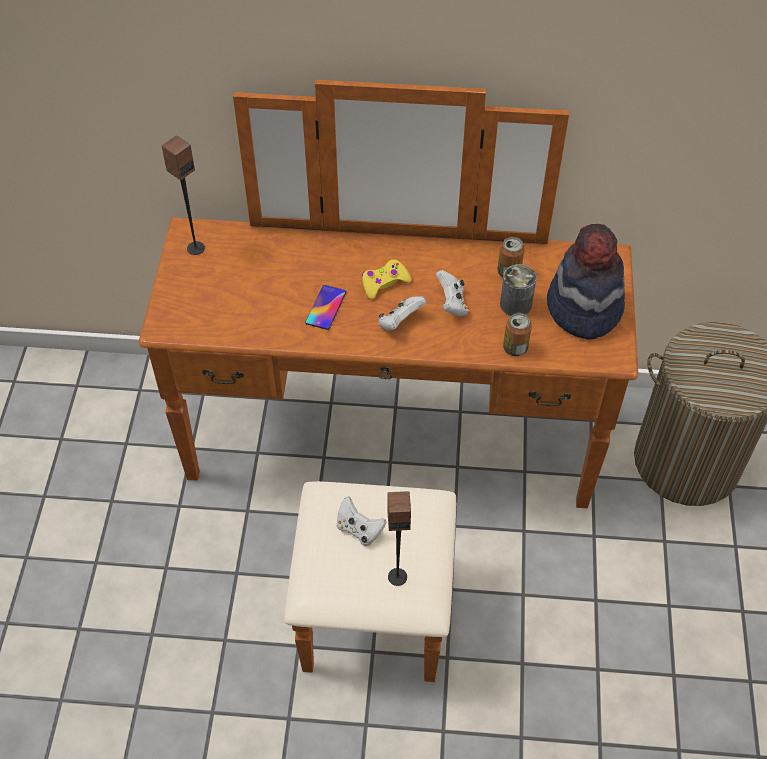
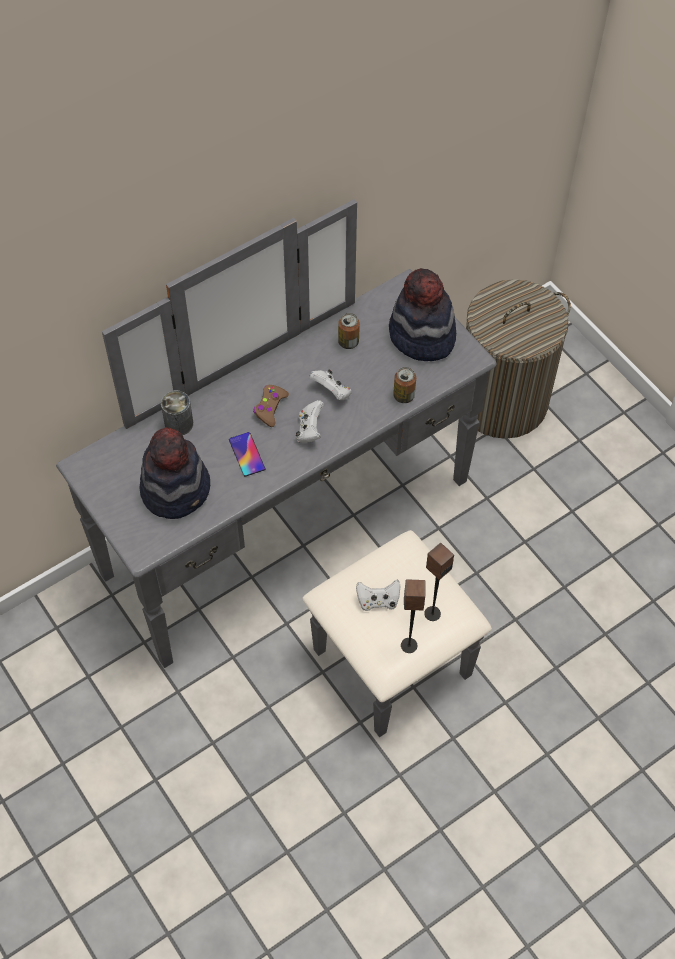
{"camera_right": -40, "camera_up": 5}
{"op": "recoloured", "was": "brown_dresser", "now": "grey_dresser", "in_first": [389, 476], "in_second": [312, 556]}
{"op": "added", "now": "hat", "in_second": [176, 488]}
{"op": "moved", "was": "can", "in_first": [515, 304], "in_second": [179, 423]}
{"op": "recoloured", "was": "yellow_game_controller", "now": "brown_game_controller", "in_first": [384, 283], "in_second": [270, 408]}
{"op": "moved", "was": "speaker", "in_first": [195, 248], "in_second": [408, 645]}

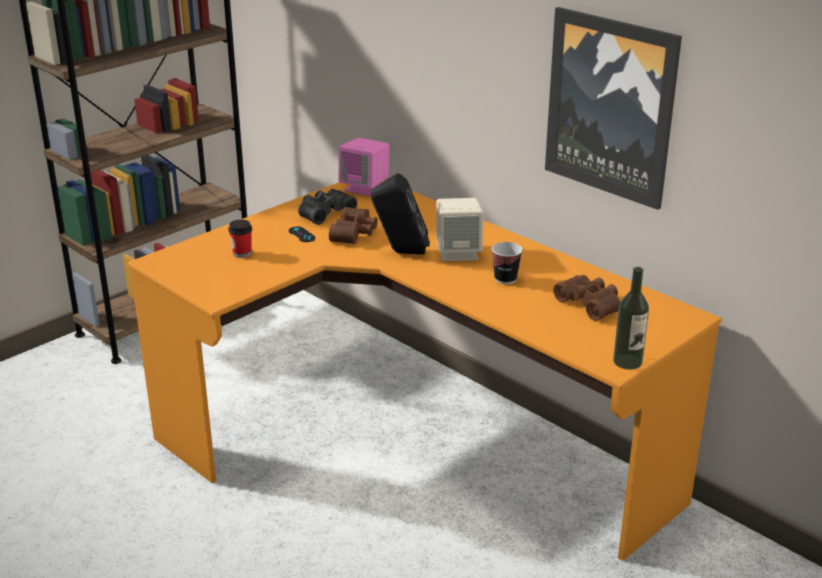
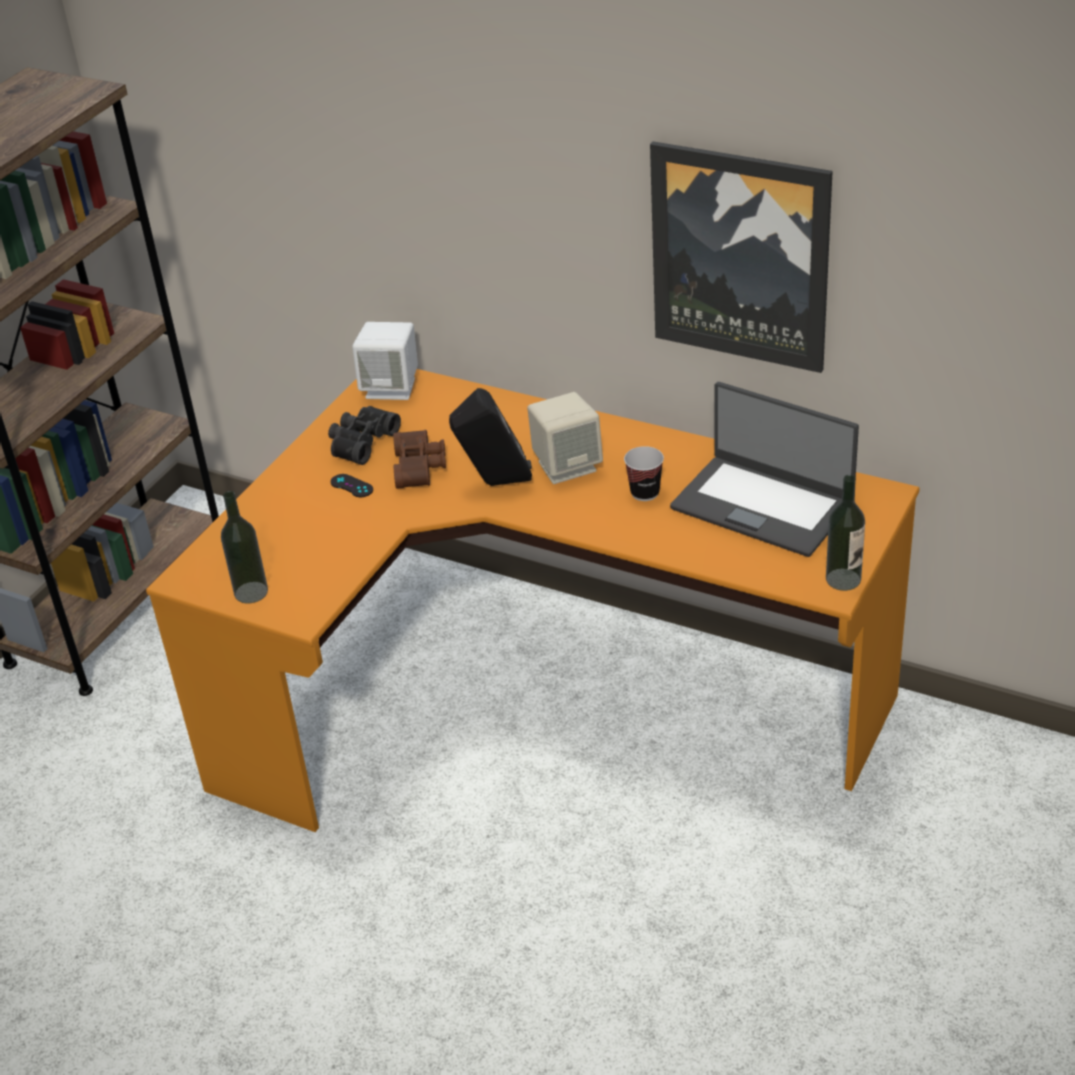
{"camera_right": -15, "camera_up": 10}
{"op": "added", "now": "bottle", "in_second": [251, 592]}
{"op": "recoloured", "was": "pink_speaker", "now": "white_speaker", "in_first": [365, 188], "in_second": [391, 388]}
{"op": "replaced", "was": "brown_binoculars", "now": "laptop", "in_first": [590, 304], "in_second": [763, 505]}
{"op": "removed", "was": "cup", "in_first": [242, 253]}

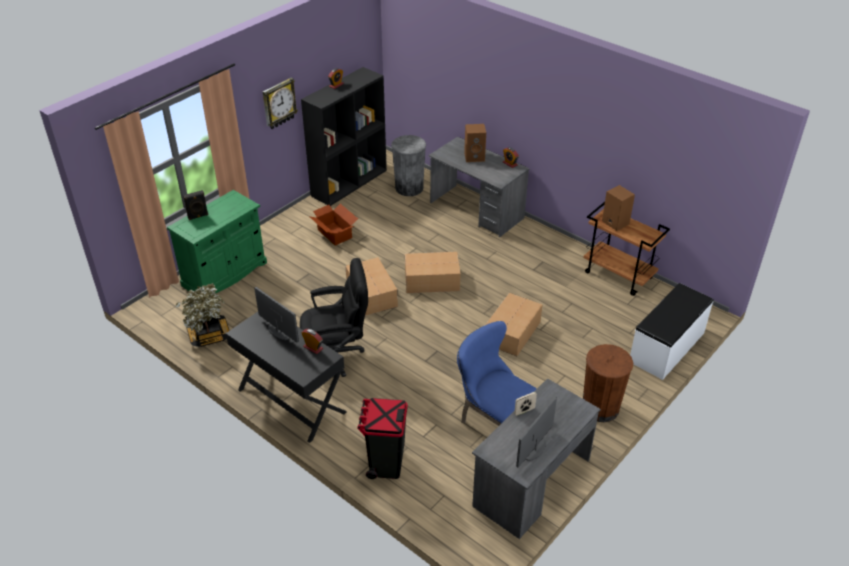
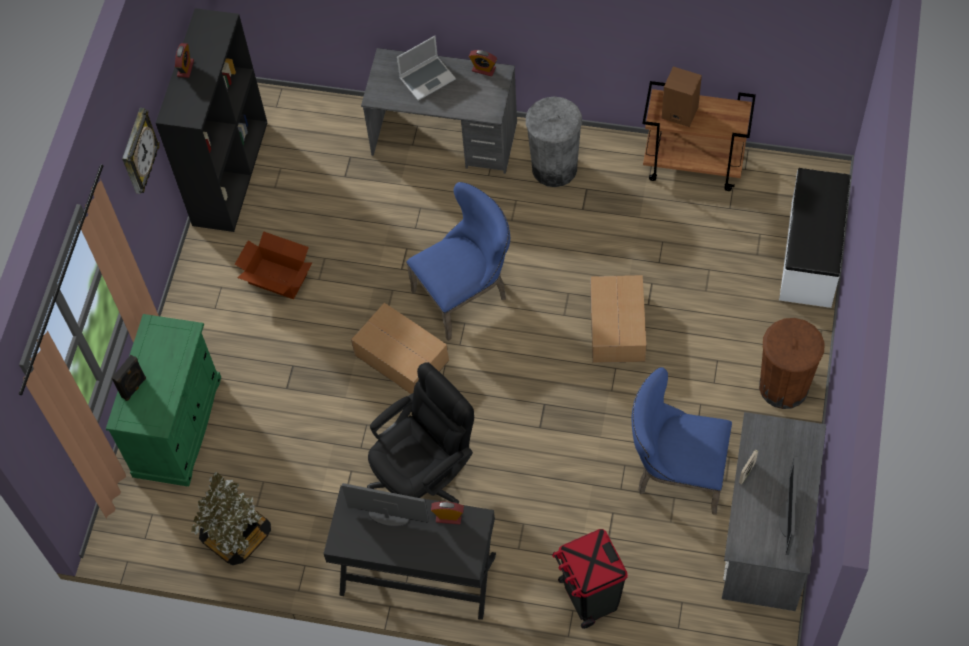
{"camera_right": -25, "camera_up": 20}
{"op": "replaced", "was": "brown_speaker", "now": "laptop", "in_first": [475, 157], "in_second": [427, 78]}
{"op": "replaced", "was": "cardboard_box", "now": "blue_chair", "in_first": [433, 280], "in_second": [465, 294]}
{"op": "moved", "was": "grey_trash_can", "in_first": [409, 188], "in_second": [554, 168]}

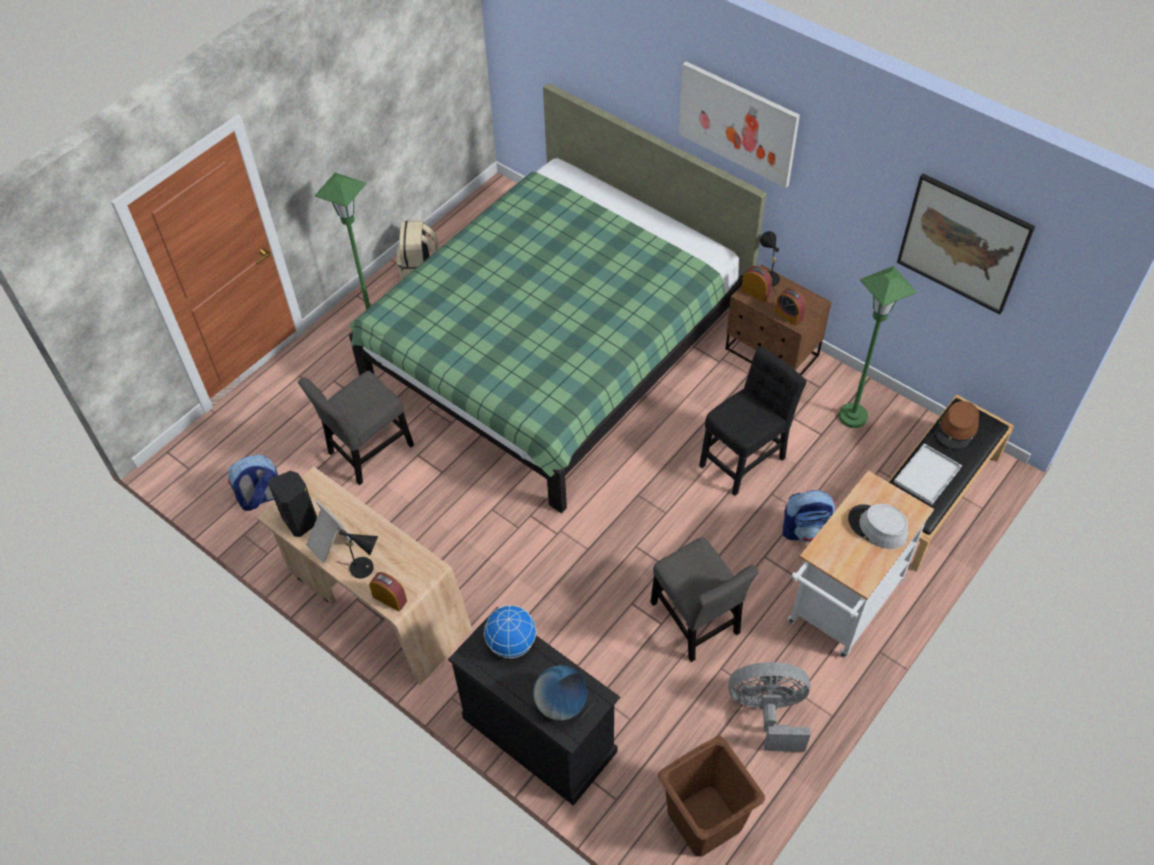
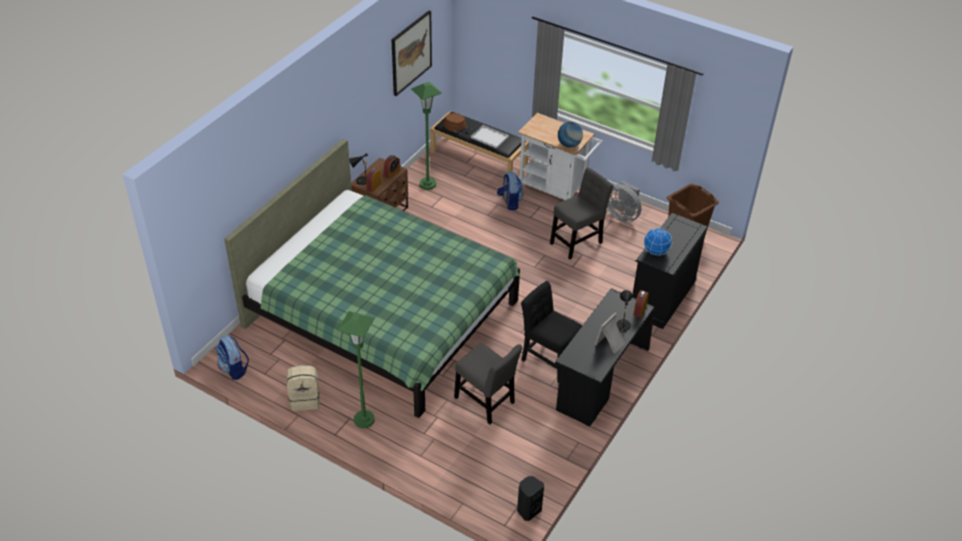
{"camera_right": -100, "camera_up": -10}
{"op": "moved", "was": "backpack", "in_first": [261, 498], "in_second": [234, 369]}
{"op": "moved", "was": "black_speaker", "in_first": [301, 521], "in_second": [528, 510]}
{"op": "moved", "was": "black_chair", "in_first": [745, 458], "in_second": [548, 360]}
{"op": "recoloured", "was": "beige_desk", "now": "black_desk", "in_first": [375, 603], "in_second": [601, 379]}
{"op": "moved", "was": "globe", "in_first": [561, 704], "in_second": [569, 144]}
{"op": "turned", "was": "grey_fan", "in_first": [768, 712], "in_second": [622, 215], "clockwise": -45}
{"op": "removed", "was": "picture", "in_first": [737, 123]}
{"op": "removed", "was": "grey_hat", "in_first": [877, 527]}

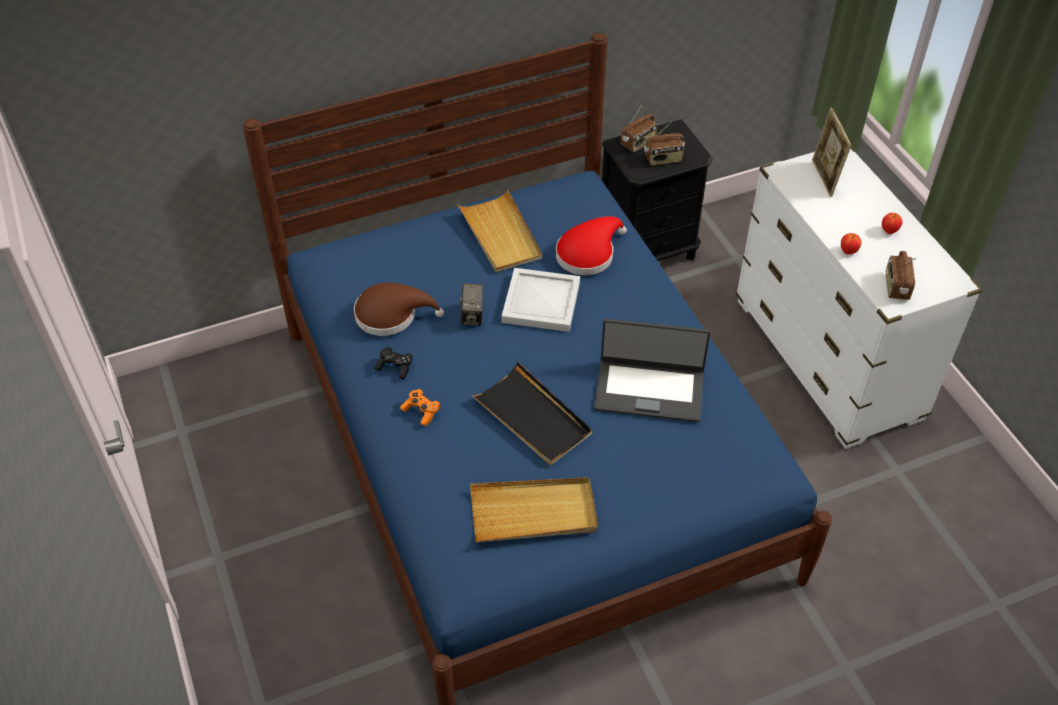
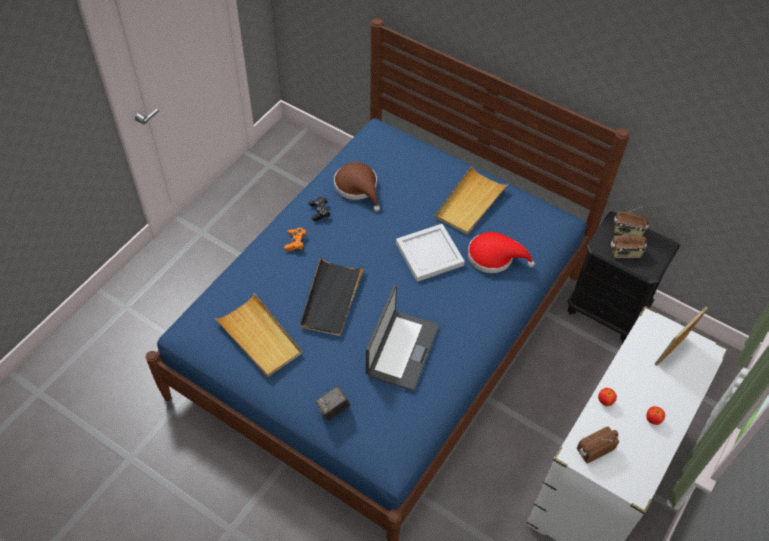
{"camera_right": 55, "camera_up": 5}
{"op": "moved", "was": "photo_camera", "in_first": [472, 316], "in_second": [333, 410]}
{"op": "turned", "was": "laptop", "in_first": [649, 390], "in_second": [401, 350], "clockwise": -135}
{"op": "turned", "was": "radio", "in_first": [663, 159], "in_second": [625, 253], "clockwise": -45}

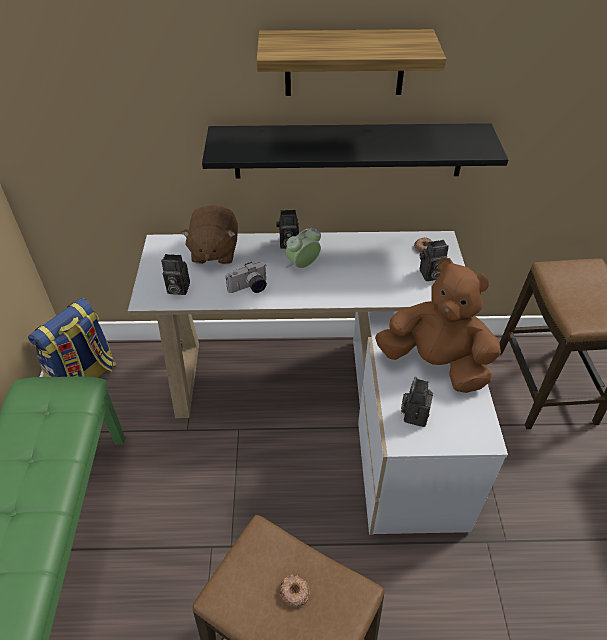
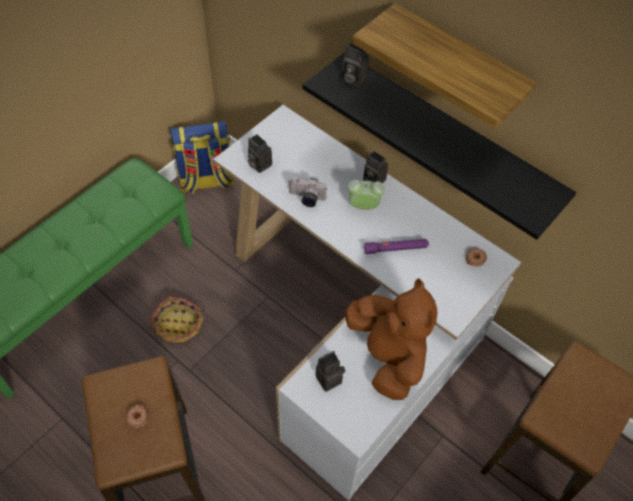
{"camera_right": 40, "camera_up": 10}
{"op": "added", "now": "basket", "in_second": [179, 325]}
{"op": "moved", "was": "photo_camera", "in_first": [430, 275], "in_second": [352, 78]}
{"op": "added", "now": "purple_flashlight", "in_second": [395, 249]}
{"op": "removed", "was": "brown_plush_toy", "in_first": [214, 251]}

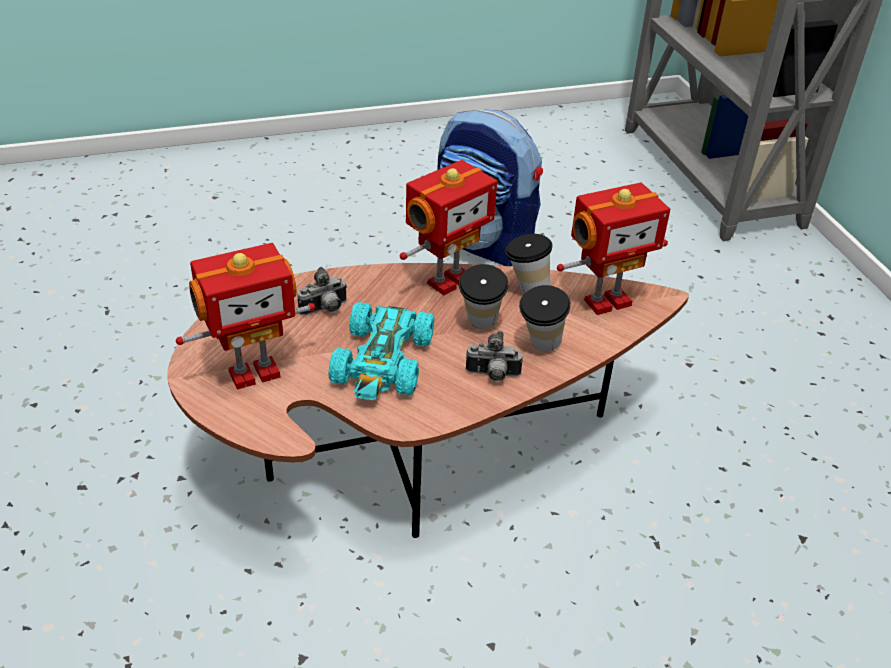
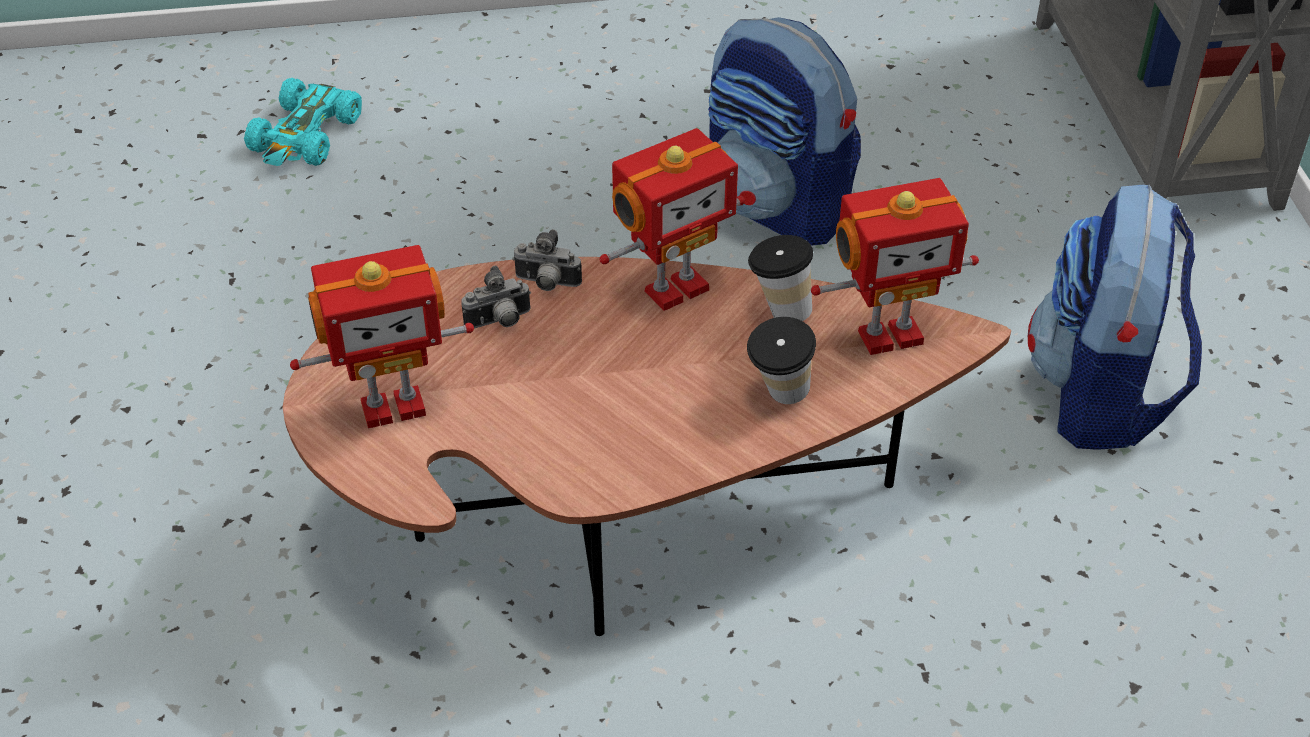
{"camera_right": 10, "camera_up": 5}
{"op": "moved", "was": "turquoise_toy_car", "in_first": [383, 362], "in_second": [306, 136]}
{"op": "moved", "was": "photo_camera", "in_first": [492, 376], "in_second": [546, 284]}
{"op": "added", "now": "backpack", "in_second": [1101, 395]}
{"op": "removed", "was": "cup", "in_first": [480, 326]}

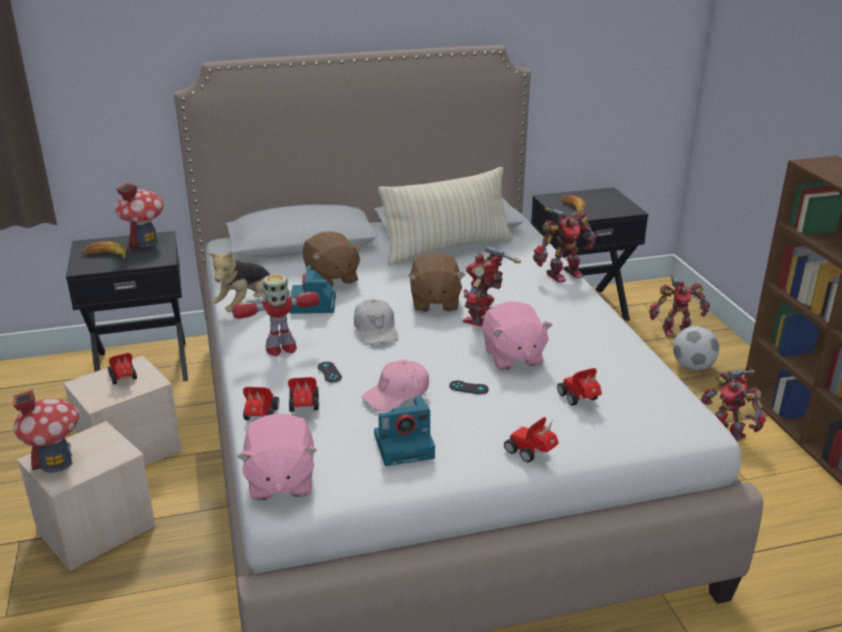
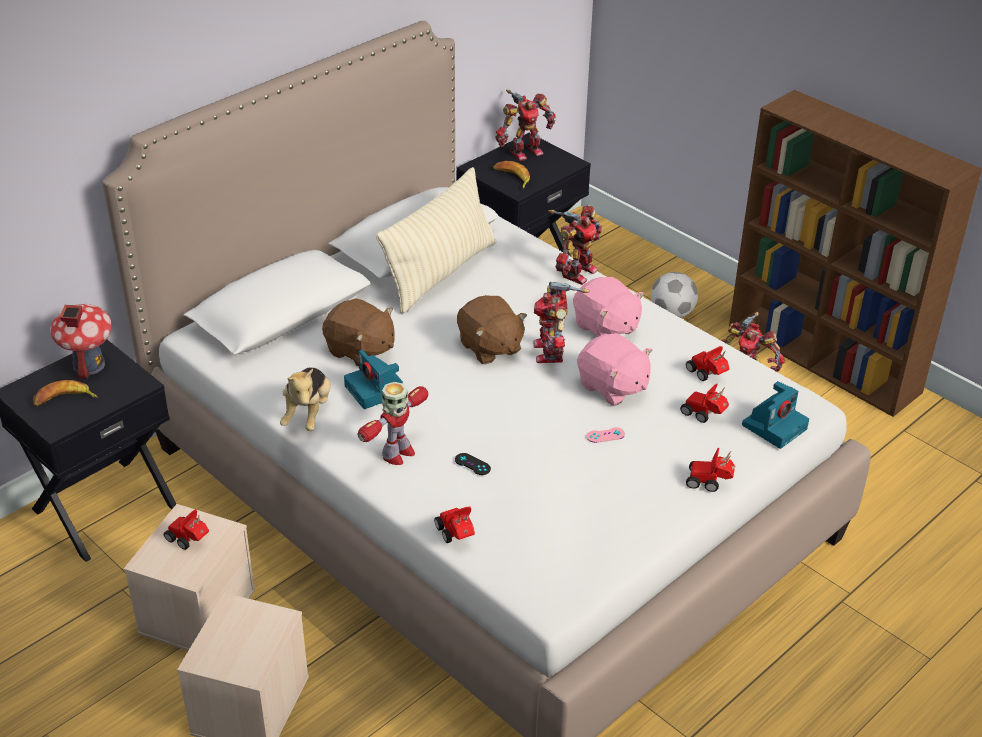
{"camera_right": -30, "camera_up": 10}
{"op": "moved", "was": "toy_robot", "in_first": [675, 330], "in_second": [524, 151]}
{"op": "moved", "was": "pink_plush_toy", "in_first": [280, 481], "in_second": [606, 328]}
{"op": "recoloured", "was": "black_game_controller", "now": "pink_game_controller", "in_first": [468, 388], "in_second": [605, 435]}
{"op": "moved", "was": "toy_car", "in_first": [304, 408], "in_second": [708, 374]}
{"op": "moved", "was": "photo_camera", "in_first": [405, 445], "in_second": [774, 426]}
{"op": "removed", "was": "toy_house", "in_first": [56, 462]}
{"op": "removed", "was": "white_cap", "in_first": [376, 330]}
{"op": "removed", "was": "pink_cap", "in_first": [396, 394]}

